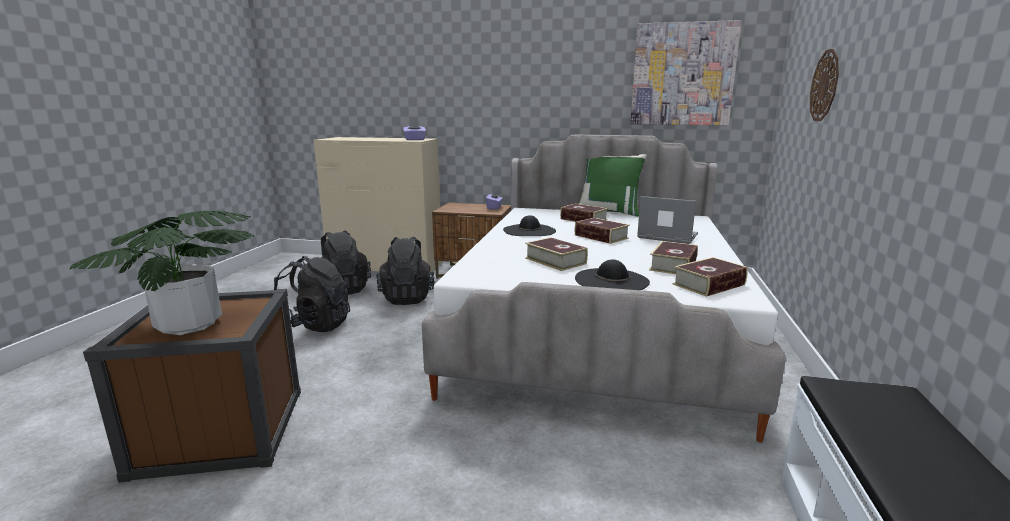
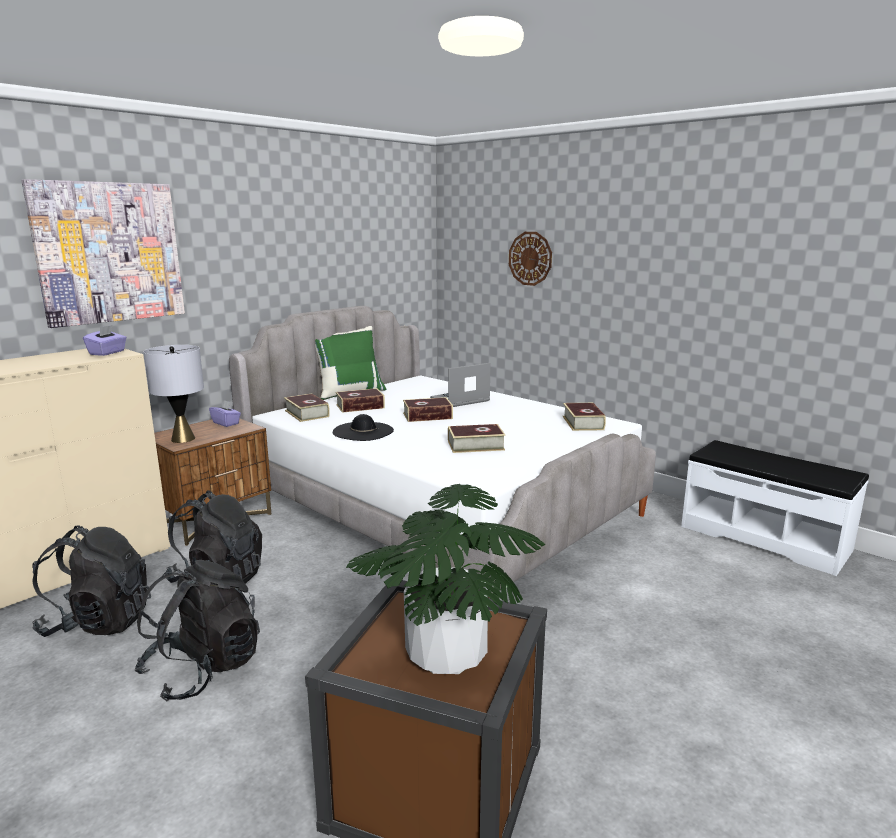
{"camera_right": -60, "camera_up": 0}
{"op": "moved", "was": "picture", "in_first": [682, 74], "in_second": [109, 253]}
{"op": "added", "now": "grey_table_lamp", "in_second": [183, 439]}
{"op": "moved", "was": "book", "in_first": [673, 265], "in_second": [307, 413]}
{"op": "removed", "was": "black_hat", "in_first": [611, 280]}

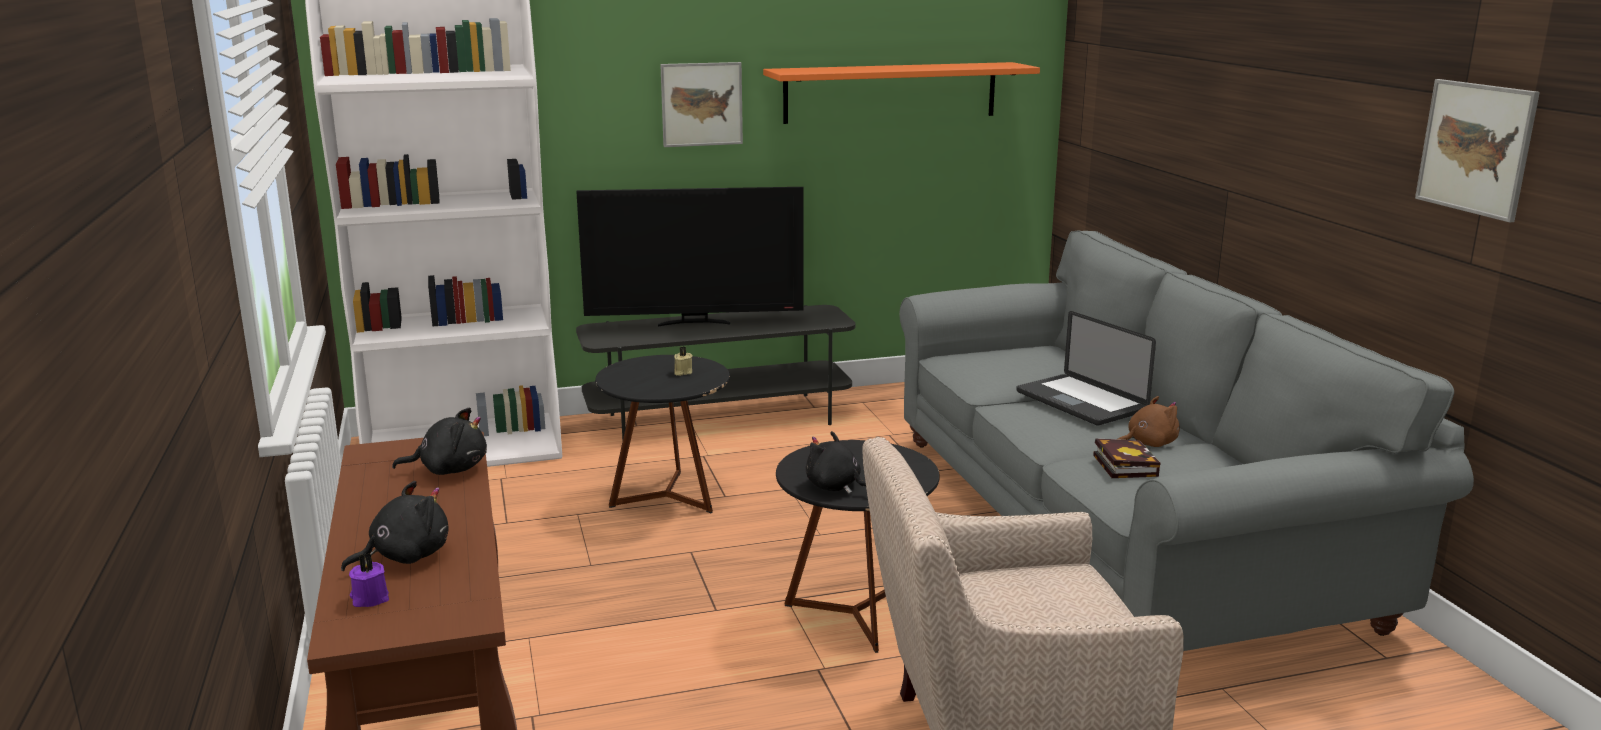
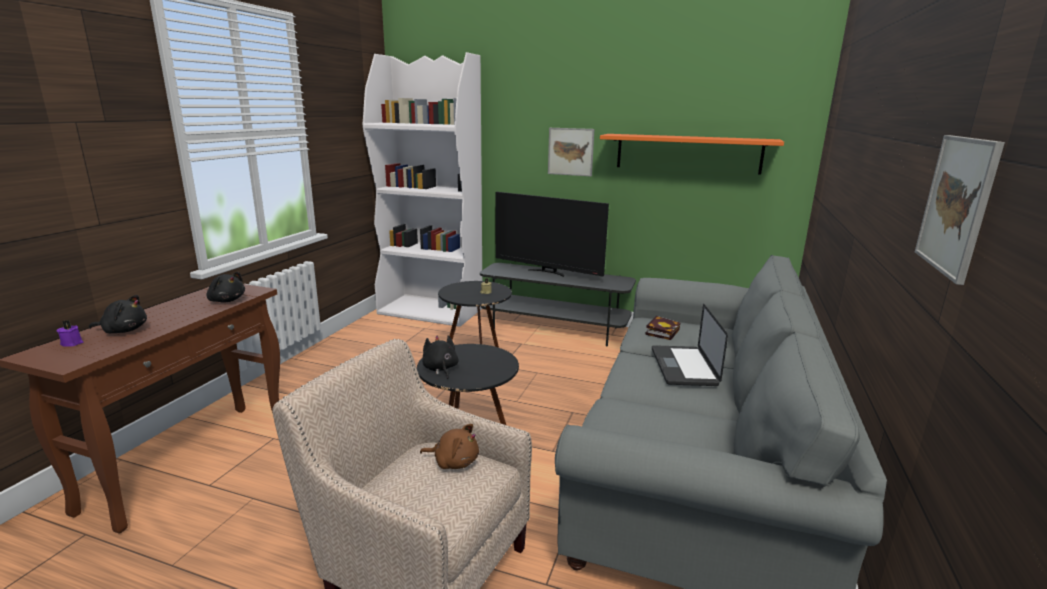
{"camera_right": 35, "camera_up": 0}
{"op": "moved", "was": "brown_plush_toy", "in_first": [1148, 443], "in_second": [454, 462]}
{"op": "moved", "was": "book", "in_first": [1123, 464], "in_second": [662, 331]}

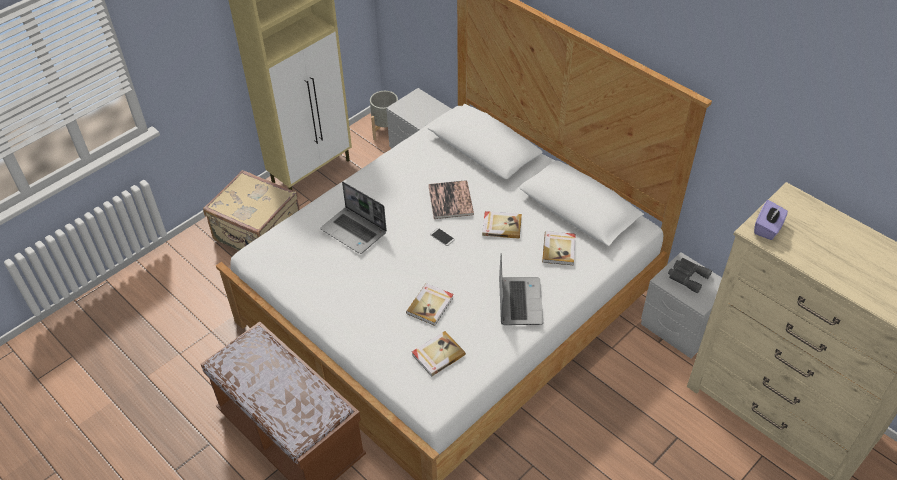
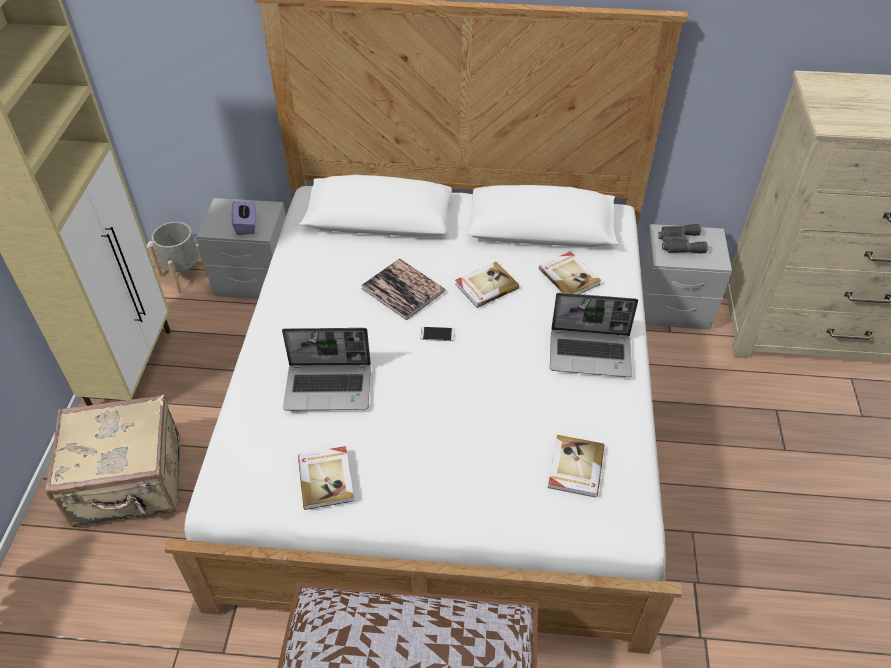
{"camera_right": -40, "camera_up": 0}
{"op": "moved", "was": "purple_tissue_box", "in_first": [767, 228], "in_second": [246, 225]}
{"op": "moved", "was": "book", "in_first": [431, 305], "in_second": [327, 478]}
{"op": "turned", "was": "laptop", "in_first": [519, 301], "in_second": [591, 353], "clockwise": 135}

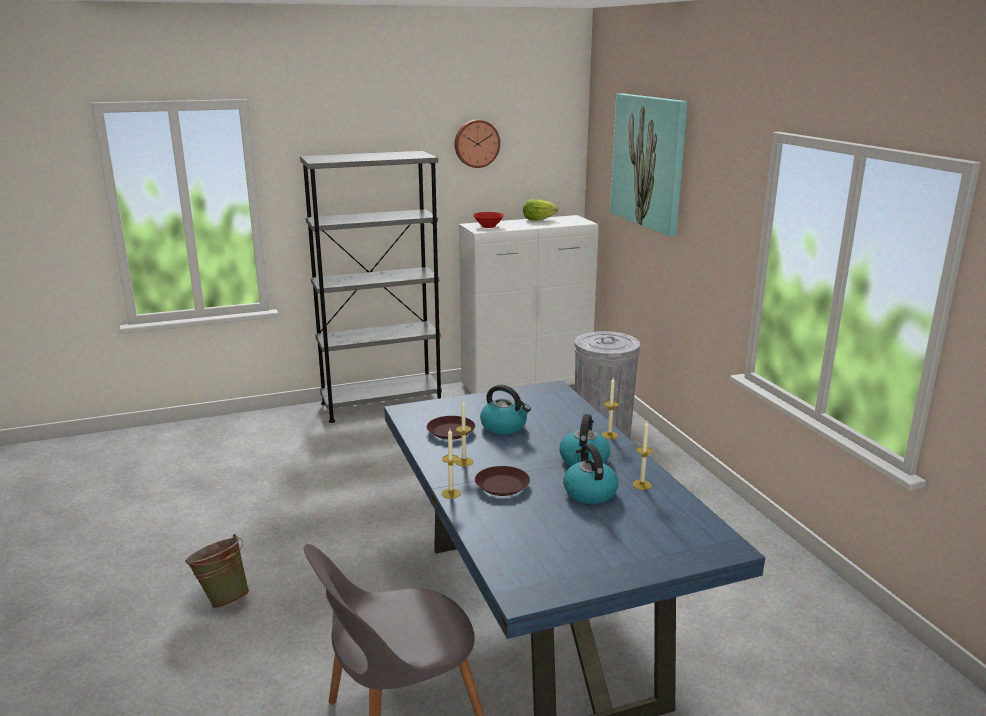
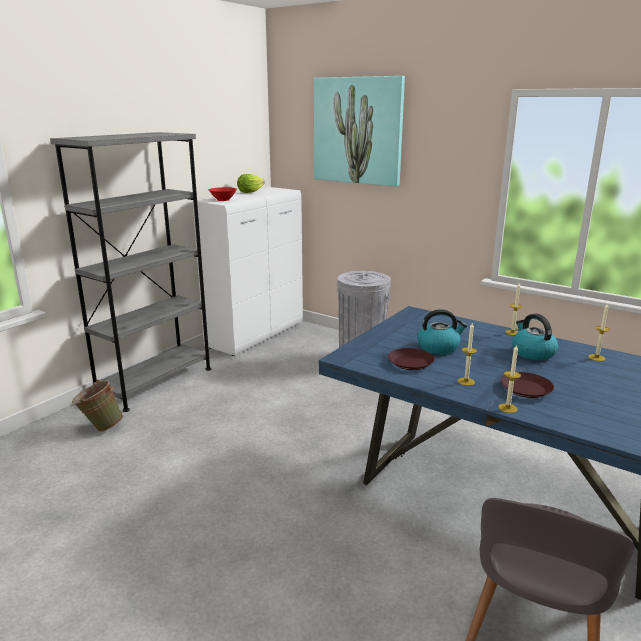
{"camera_right": -35, "camera_up": 0}
{"op": "moved", "was": "green_bucket", "in_first": [223, 598], "in_second": [100, 427]}
{"op": "removed", "was": "wall_clock", "in_first": [476, 143]}
{"op": "removed", "was": "kettle", "in_first": [589, 492]}

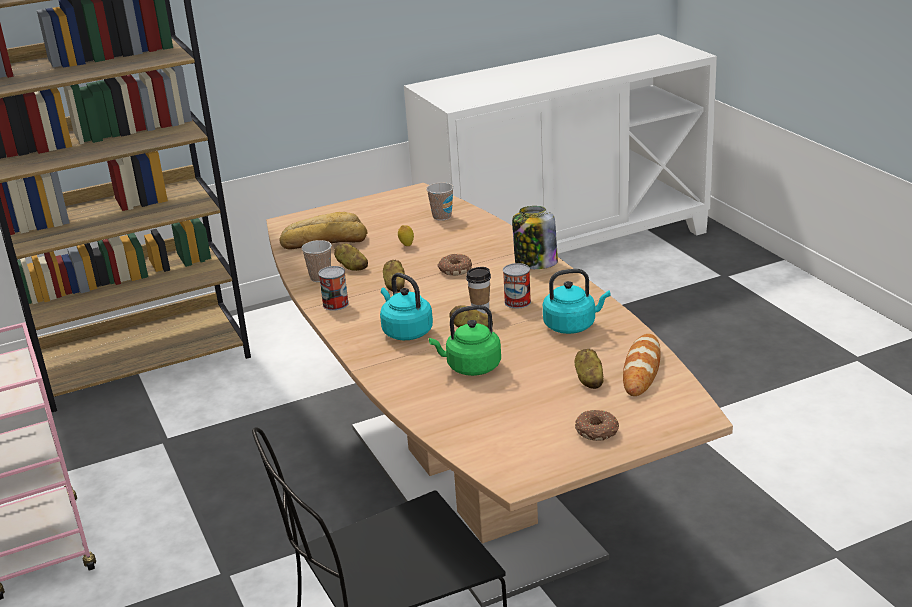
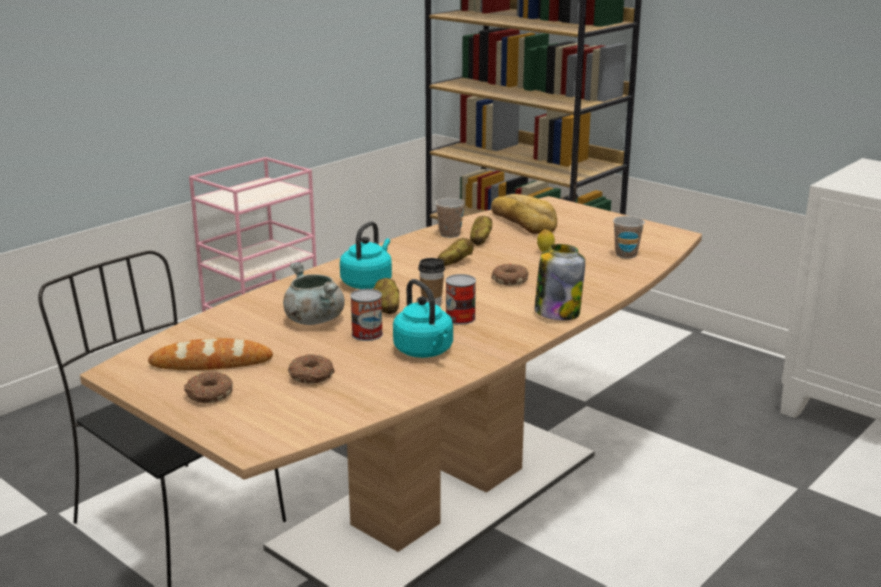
{"camera_right": 65, "camera_up": -5}
{"op": "moved", "was": "bread", "in_first": [641, 369], "in_second": [211, 363]}
{"op": "replaced", "was": "green_kettle", "now": "grey_cooking_pot", "in_first": [470, 367], "in_second": [313, 319]}
{"op": "replaced", "was": "potato", "now": "donut", "in_first": [589, 380], "in_second": [311, 376]}
{"op": "moved", "was": "can", "in_first": [335, 304], "in_second": [367, 334]}

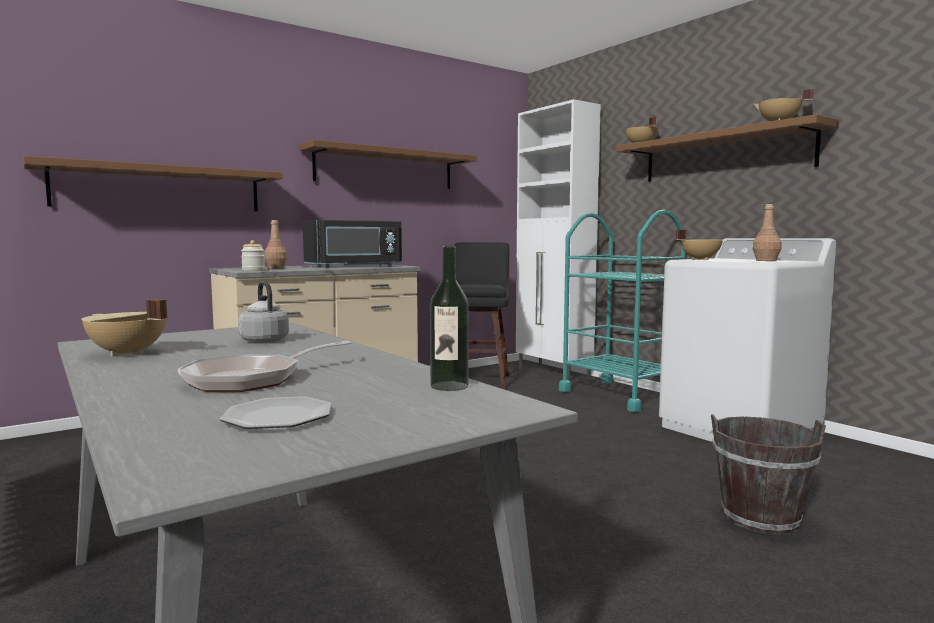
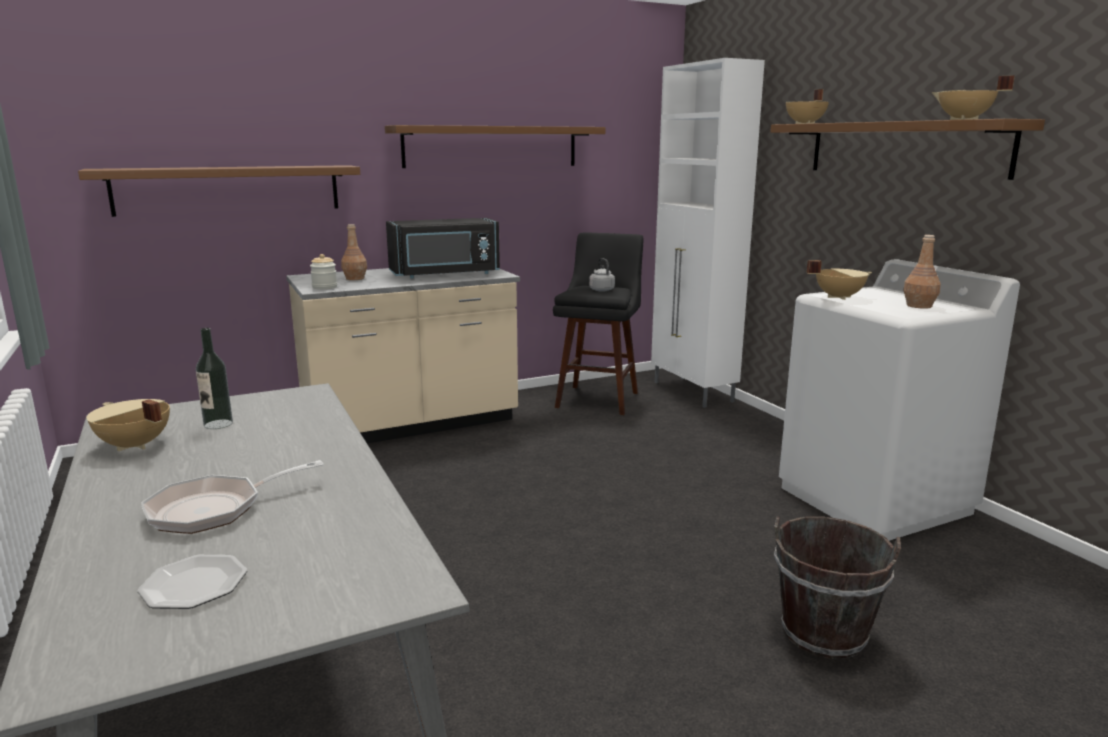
{"camera_right": 10, "camera_up": 10}
{"op": "moved", "was": "bottle", "in_first": [449, 386], "in_second": [218, 424]}
{"op": "moved", "was": "grey_kettle", "in_first": [263, 340], "in_second": [601, 290]}
{"op": "removed", "was": "turquoise_cart", "in_first": [619, 395]}

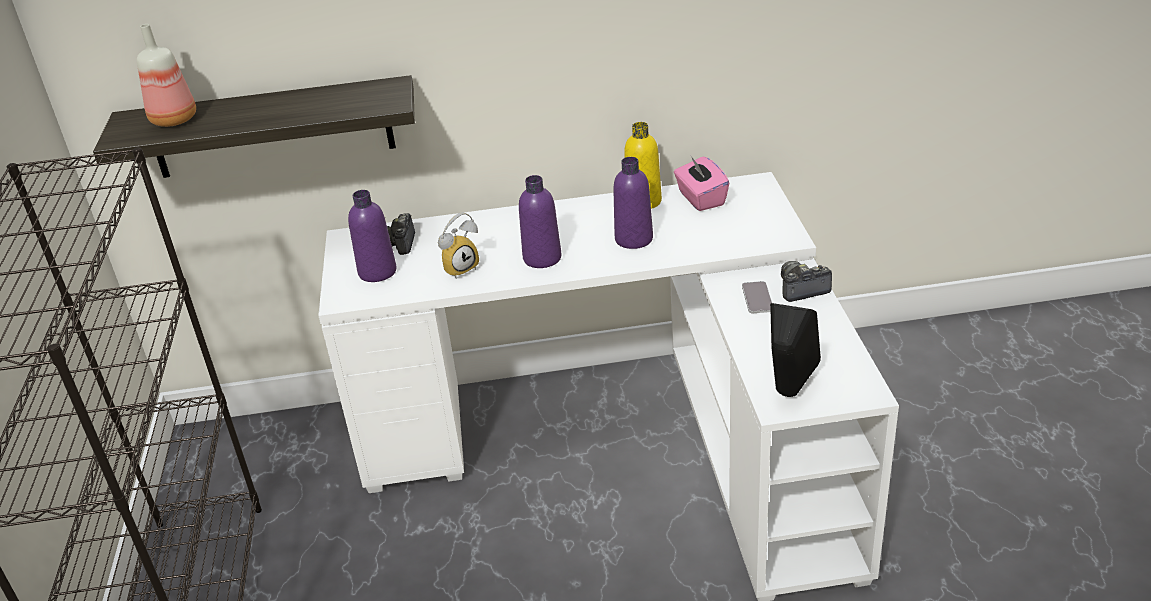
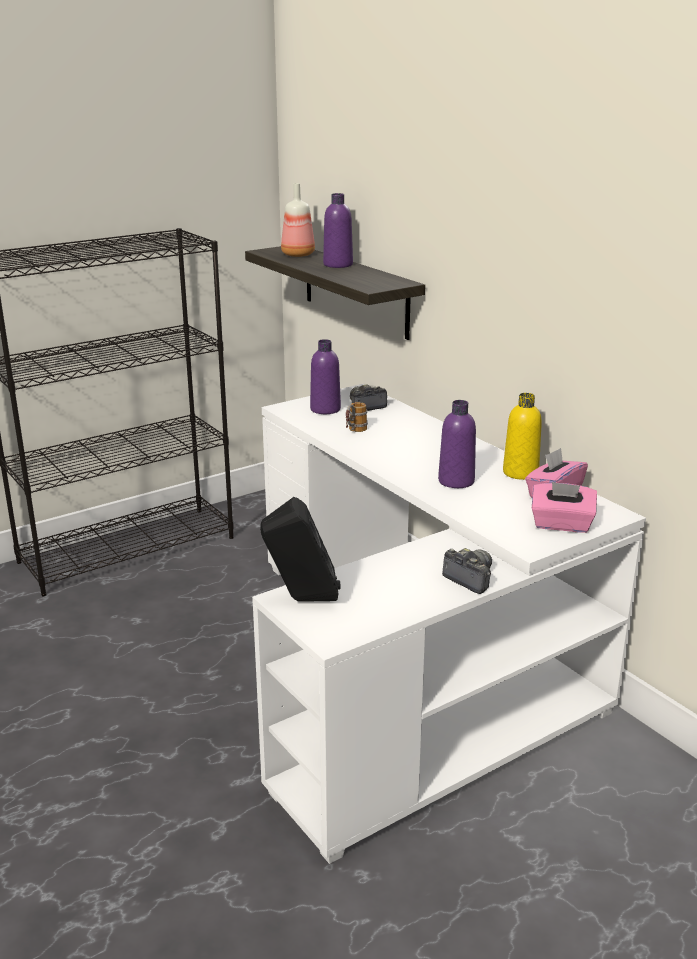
{"camera_right": 60, "camera_up": -10}
{"op": "moved", "was": "purple_bottle", "in_first": [542, 258], "in_second": [338, 265]}
{"op": "replaced", "was": "alarm_clock", "now": "mug", "in_first": [460, 267], "in_second": [354, 431]}
{"op": "added", "now": "pink_tissue_box", "in_second": [561, 525]}
{"op": "removed", "was": "phone", "in_first": [757, 298]}

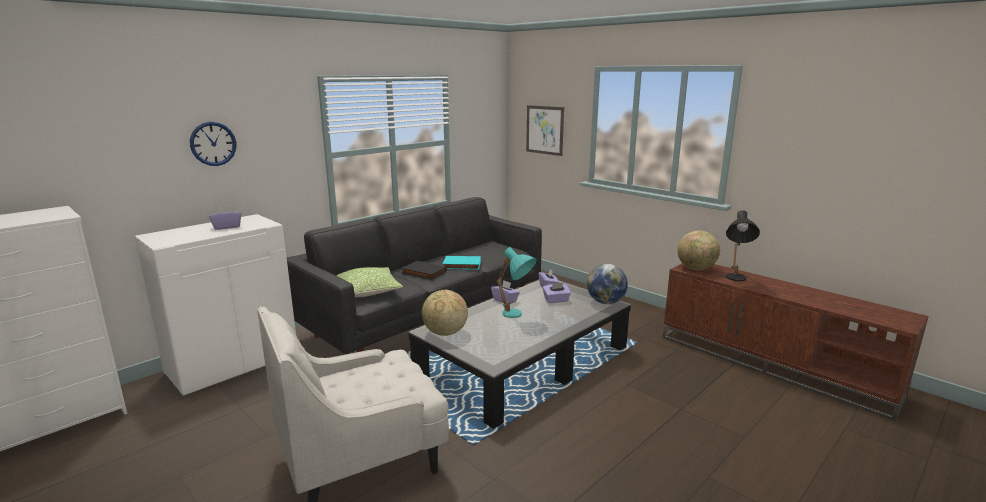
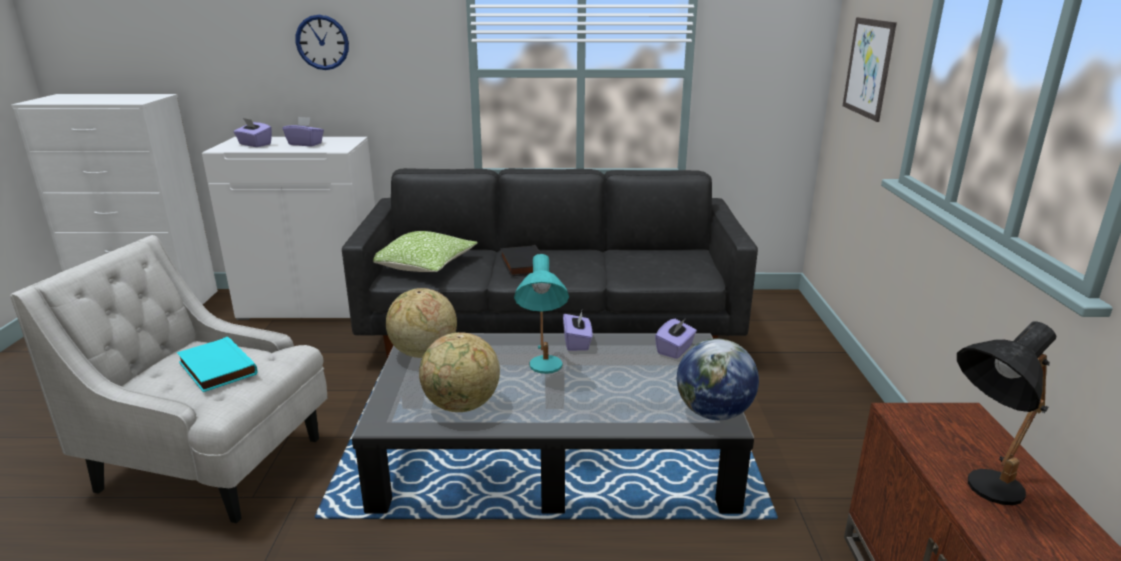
{"camera_right": 45, "camera_up": 5}
{"op": "moved", "was": "turquoise_book", "in_first": [461, 265], "in_second": [215, 369]}
{"op": "moved", "was": "purple_tissue_box", "in_first": [556, 300], "in_second": [254, 144]}
{"op": "moved", "was": "globe", "in_first": [696, 269], "in_second": [462, 406]}

